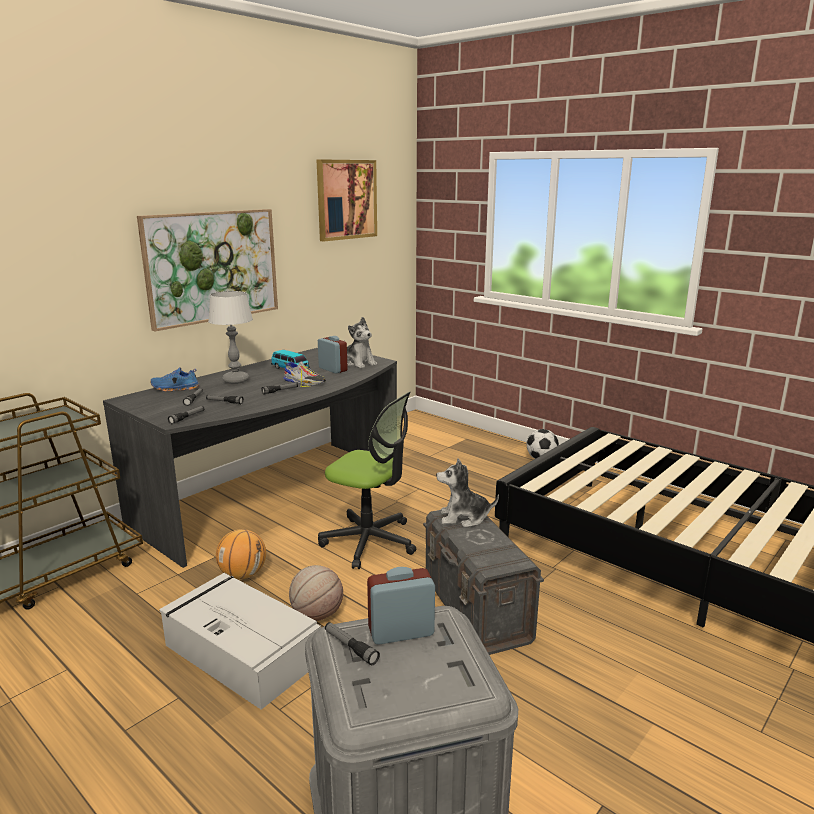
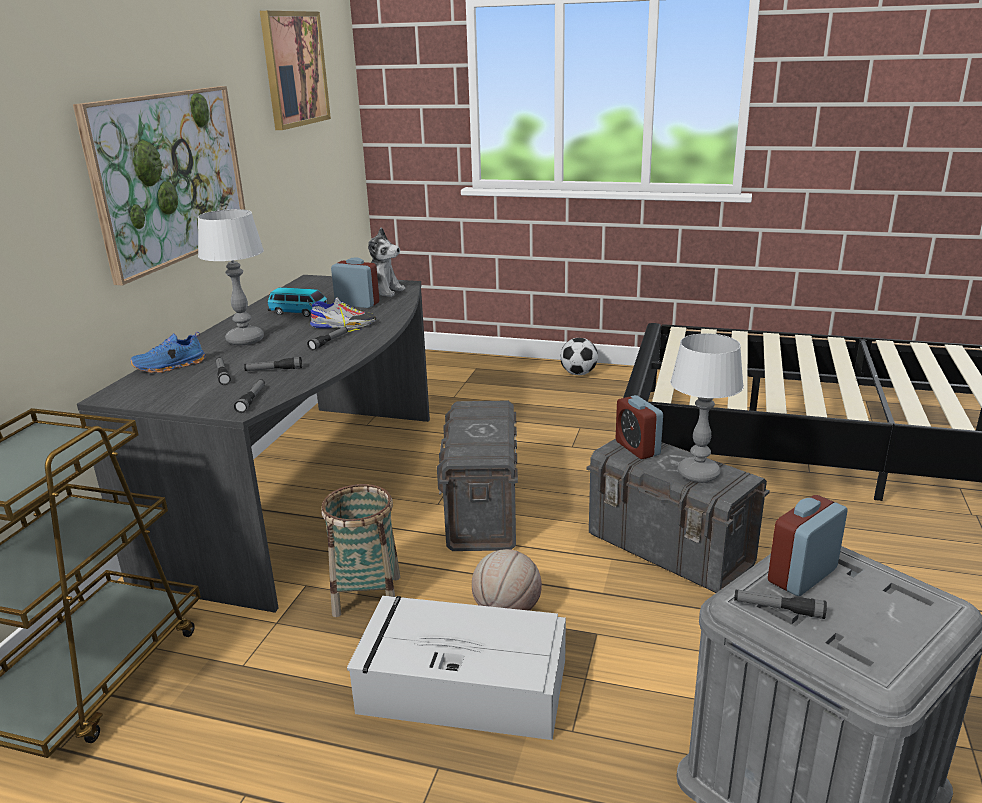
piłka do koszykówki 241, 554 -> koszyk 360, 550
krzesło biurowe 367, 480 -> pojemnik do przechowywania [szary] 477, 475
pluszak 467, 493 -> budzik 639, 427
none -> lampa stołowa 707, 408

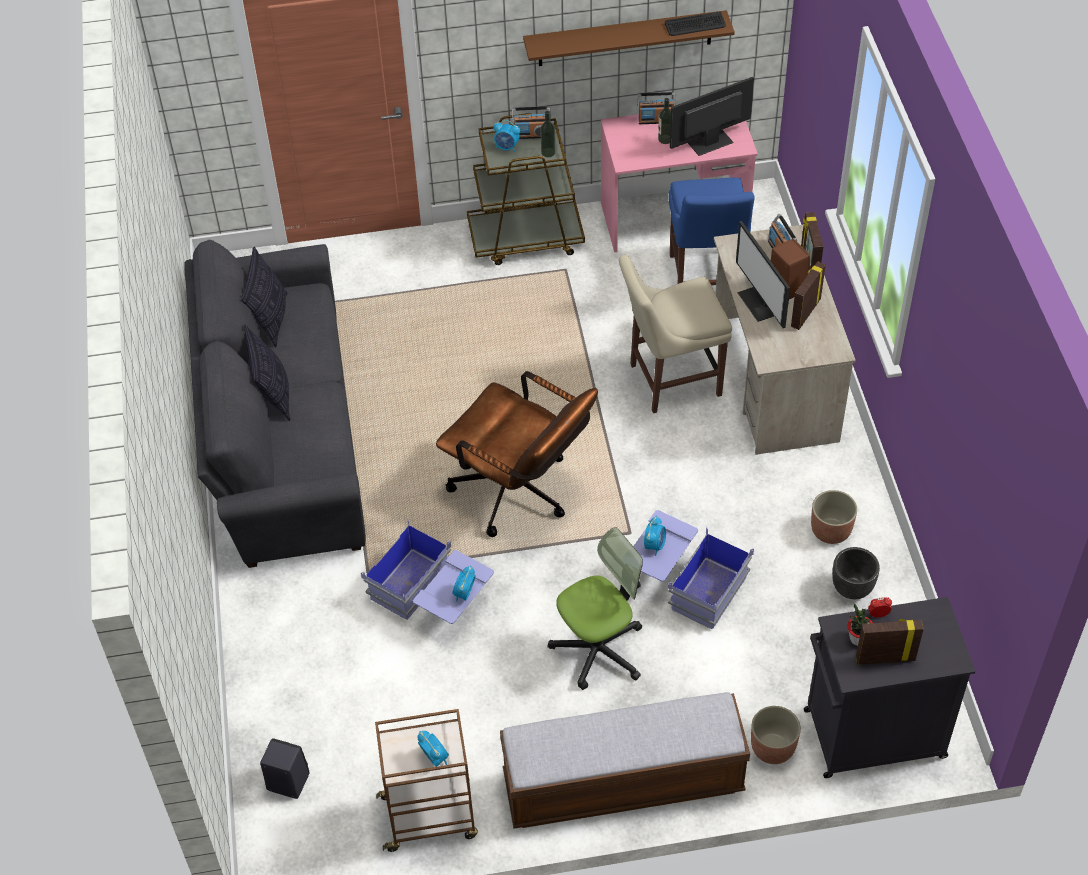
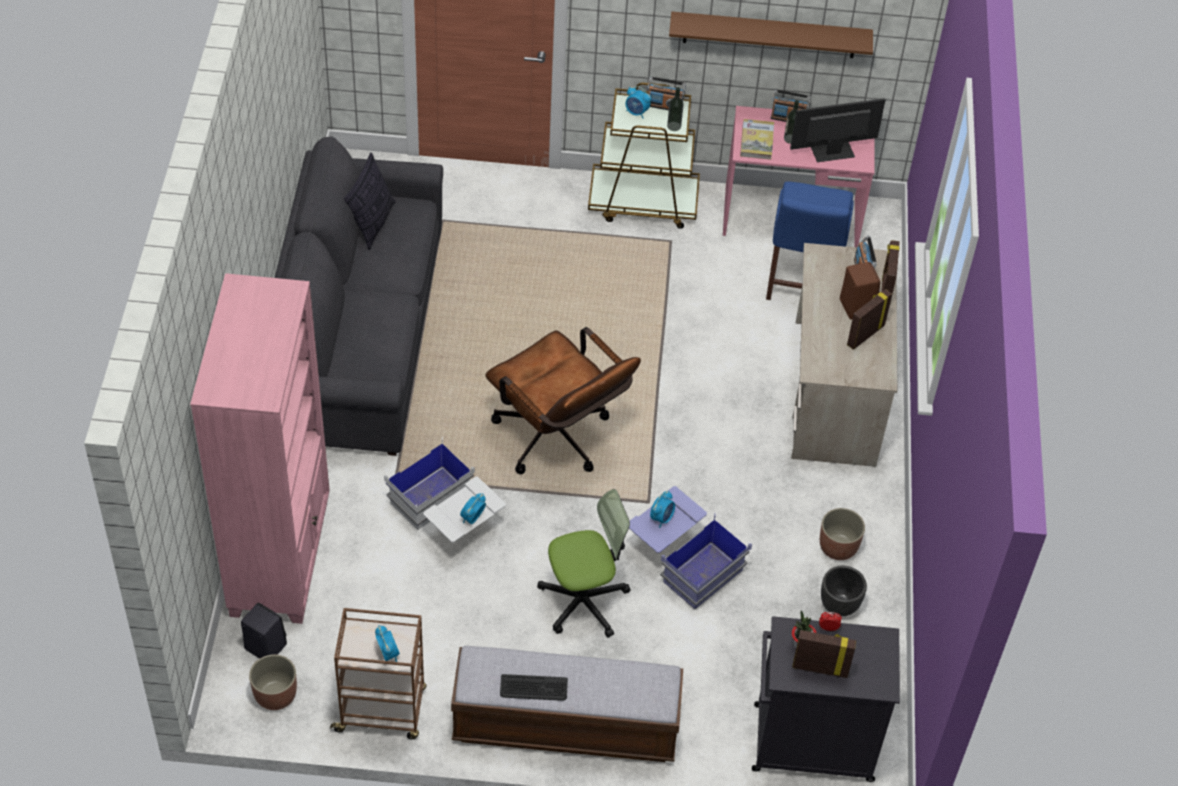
none -> regał [różowy] 260, 448
donica 776, 735 -> donica 273, 682, relocated
pojemnik do przechowywania [niebieski] 427, 571 -> pojemnik do przechowywania [biały] 445, 489
klawiatura 695, 24 -> klawiatura 534, 687, relocated
none -> książka 757, 139
poduszka 267, 373 -> none
krzesło [beżowy] 675, 334 -> none
monitor 763, 274 -> none

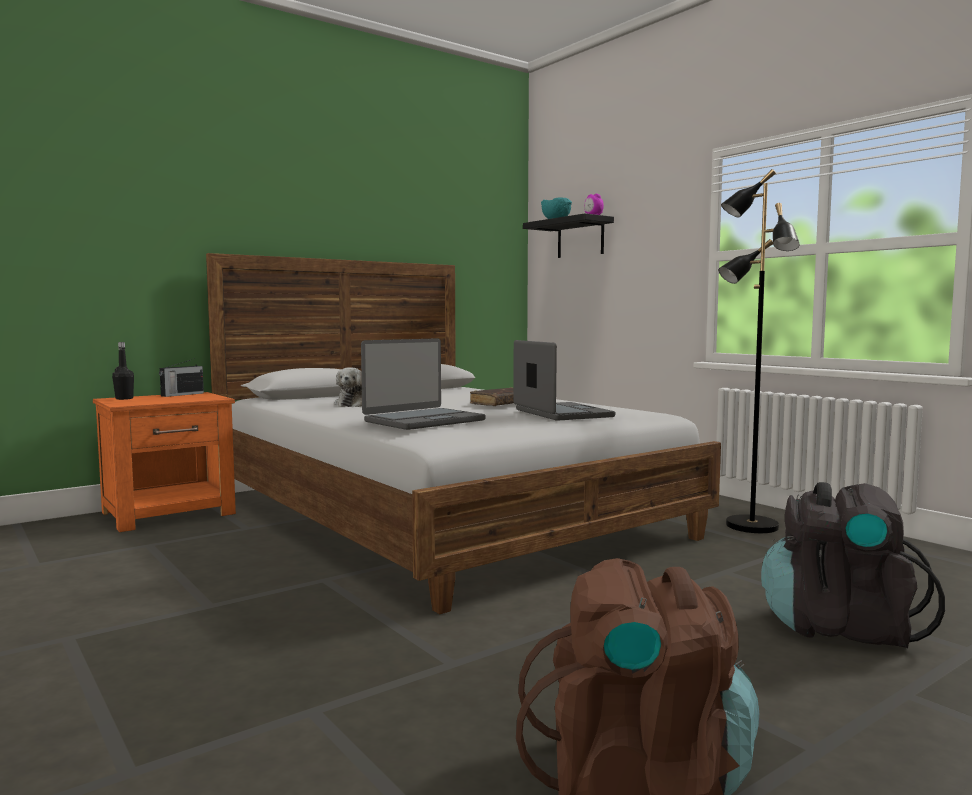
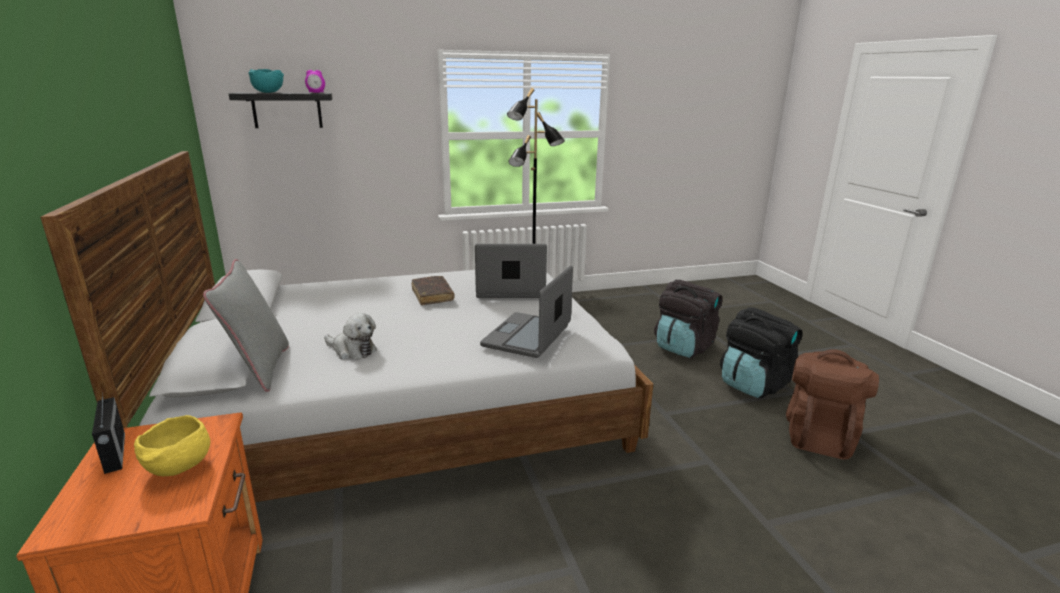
none -> miska [żółty] 172, 445
none -> poduszka [szary] 246, 325
laptop 423, 384 -> laptop 526, 312, 135 degrees counterclockwise
none -> plecak [czarny] 761, 352
butelka [czarny] 123, 371 -> none

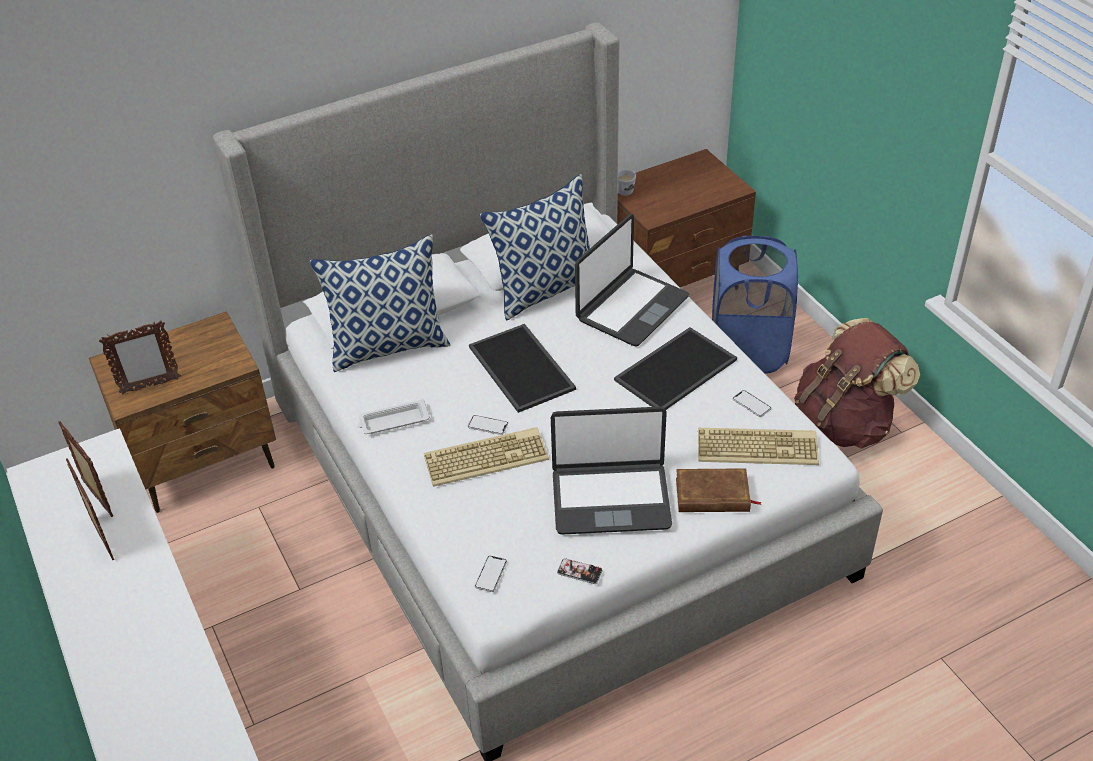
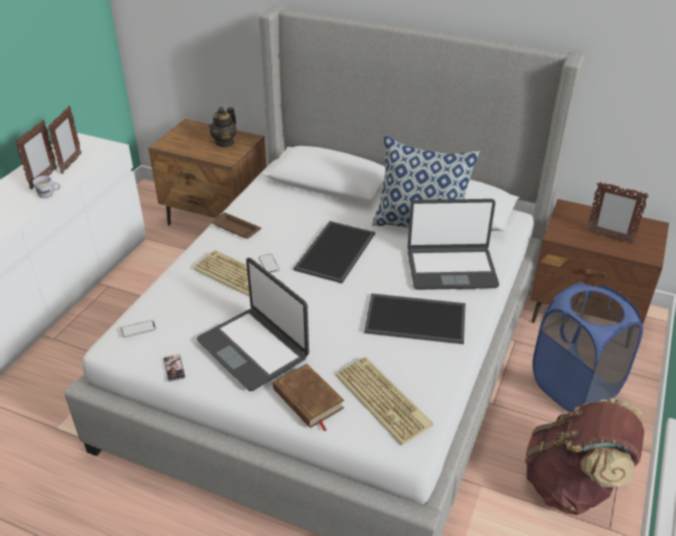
kubek [biały] 627, 183 -> kubek [biały] 47, 187, relocated
none -> imbryk 222, 127
taca [biały] 394, 416 -> taca [brązowy] 236, 226
ramka na zdjęcie 140, 357 -> ramka na zdjęcie 618, 213, relocated
poduszka 380, 303 -> none
telefon 752, 403 -> none

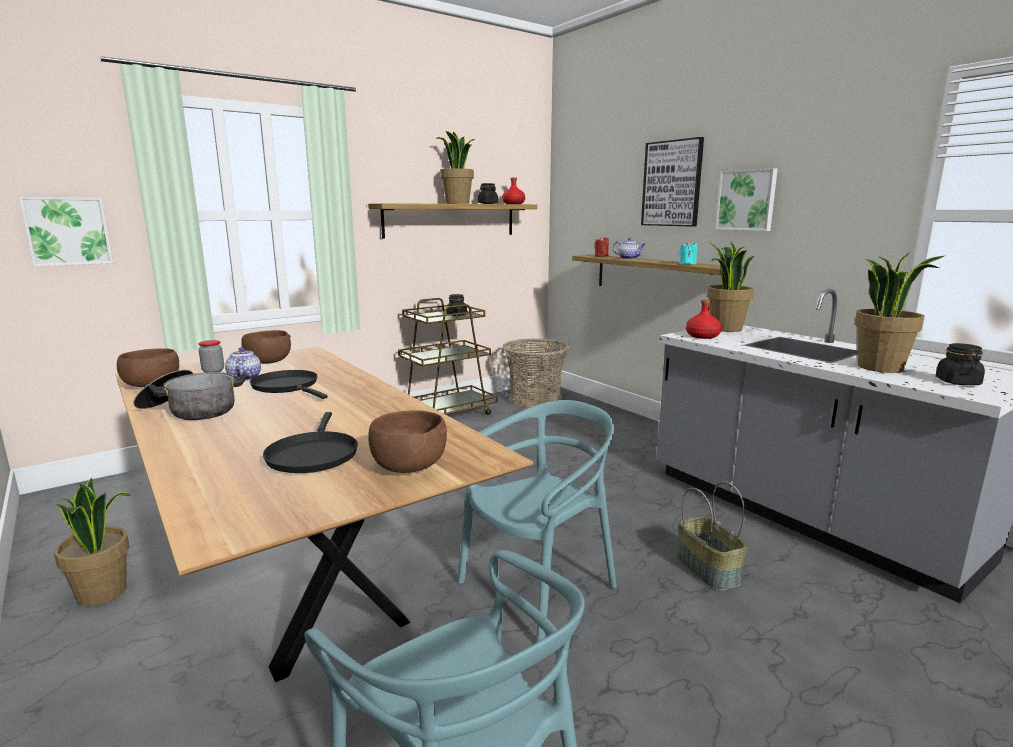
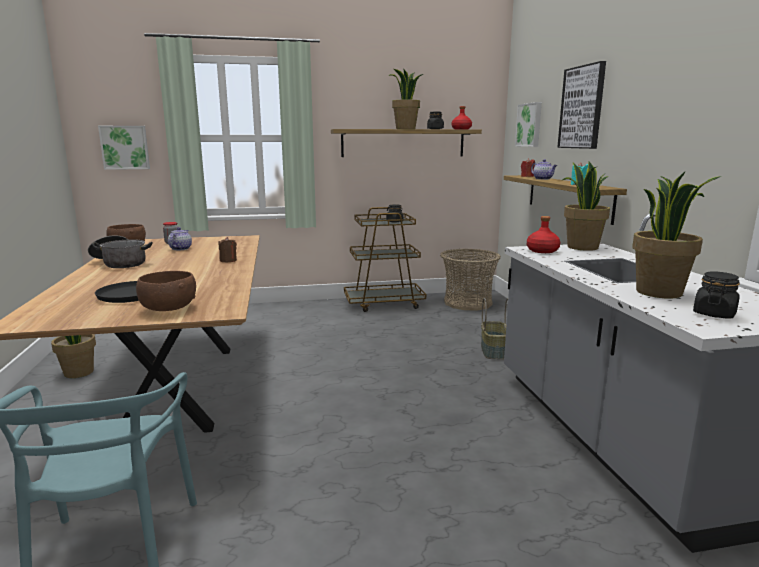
none -> świeca [brązowy] 227, 250
koszyk 712, 536 -> koszyk 494, 328, relocated
obraz 746, 199 -> obraz 528, 124, relocated
miska [brązowy] 266, 347 -> none
patelnia [czarny] 288, 384 -> none
krzesło [turkusowy] 537, 521 -> none

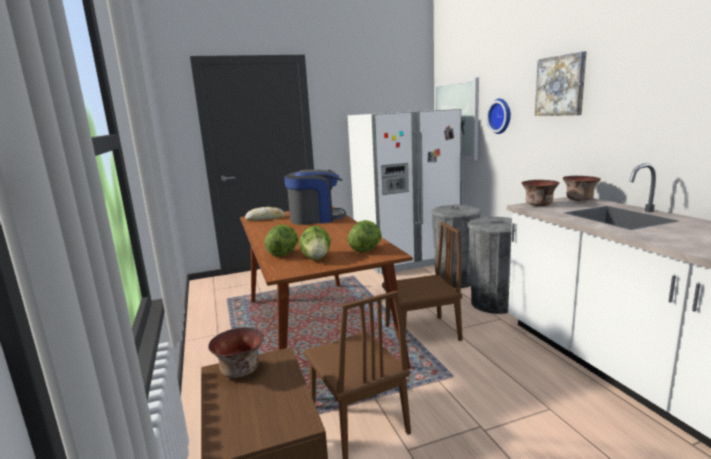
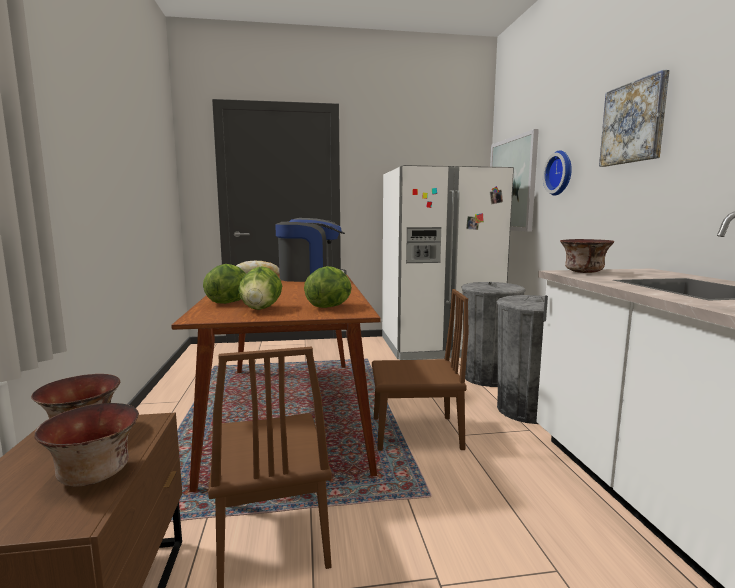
miska 582, 188 -> miska 86, 444, relocated

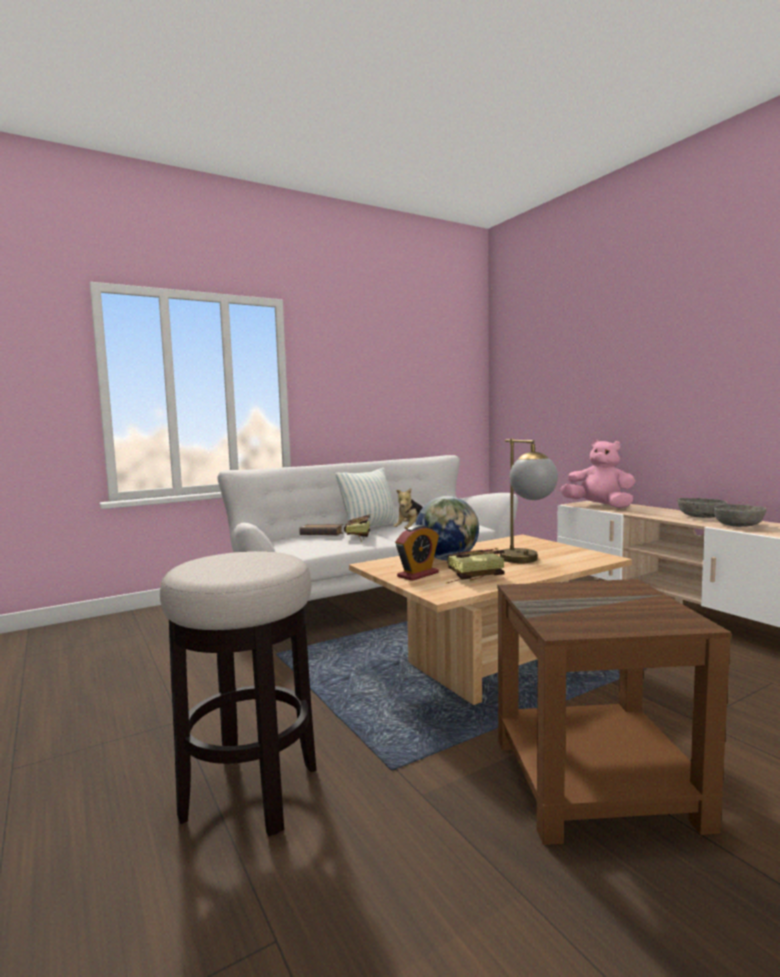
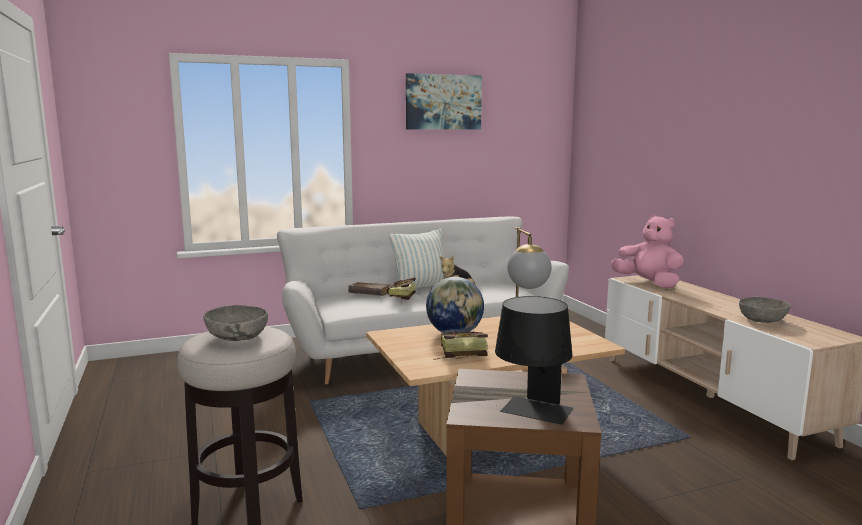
miska [szary] 702, 508 -> miska [szary] 235, 323, relocated
none -> obraz 444, 101
none -> lampa stołowa [czarny] 534, 360
budzik 417, 553 -> none

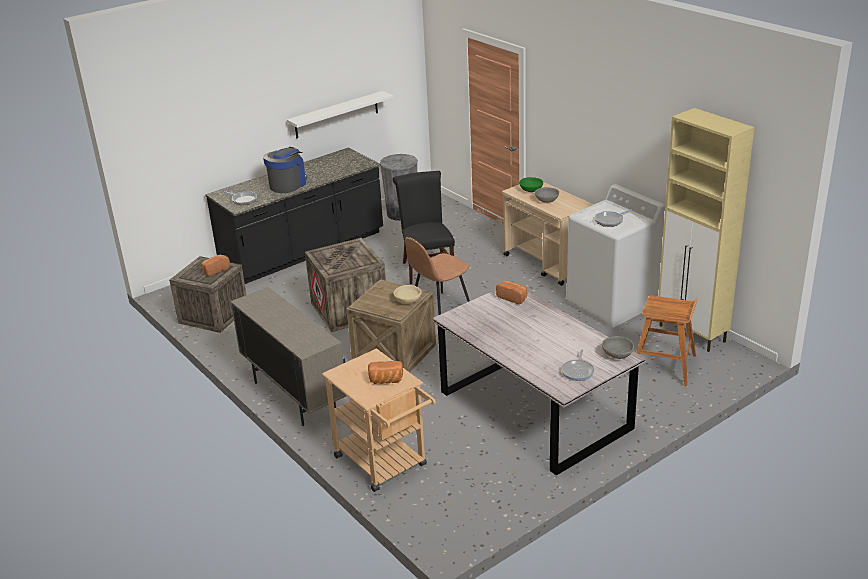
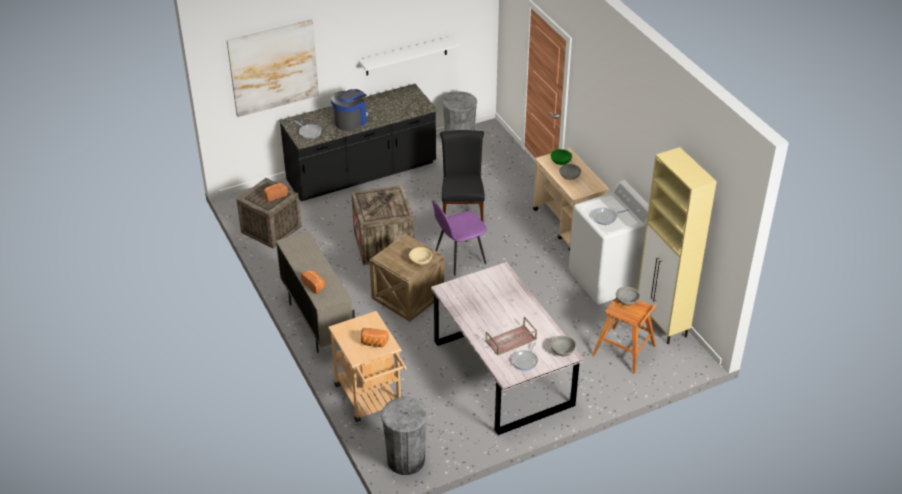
none -> obraz 272, 68
chleb 511, 292 -> chleb 313, 282, relocated
none -> kosz na śmieci [szary] 404, 436
krzesło [brązowy] 437, 276 -> krzesło [fioletowy] 459, 237
none -> taca [brązowy] 511, 336
none -> miska [szary] 628, 296

